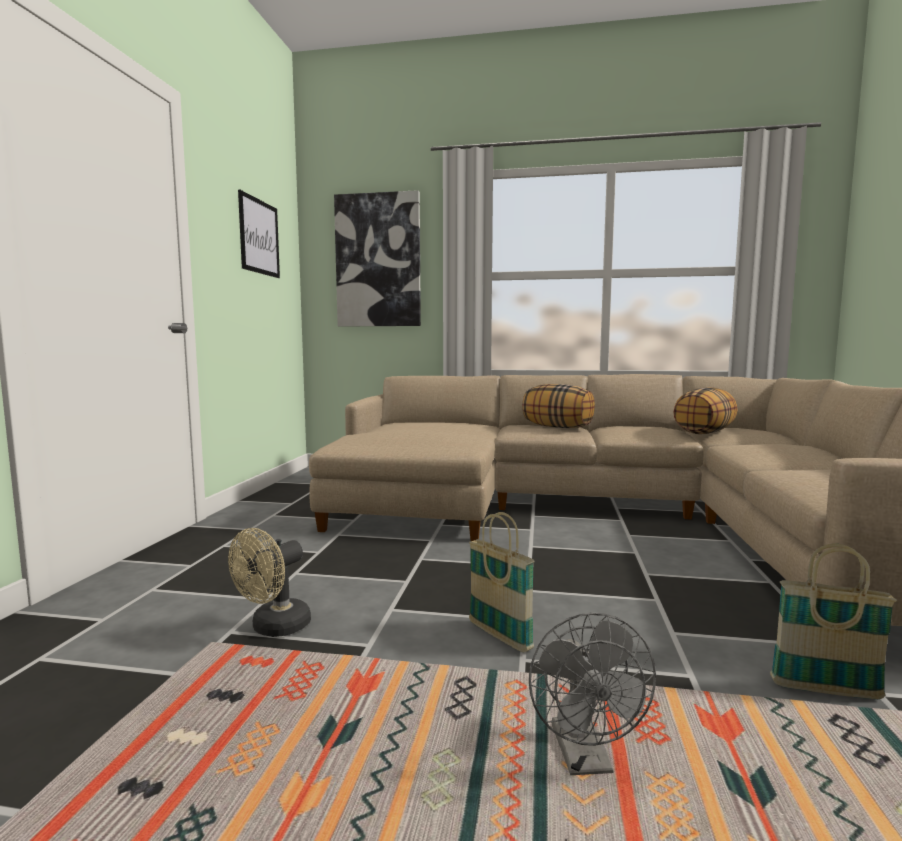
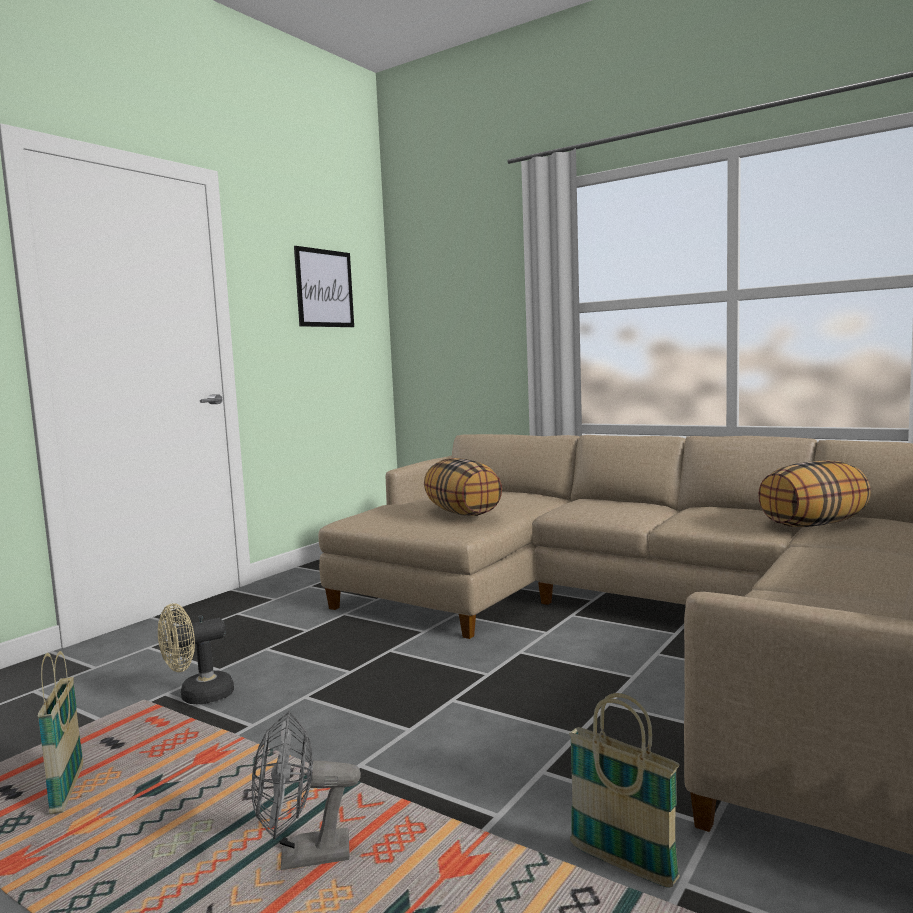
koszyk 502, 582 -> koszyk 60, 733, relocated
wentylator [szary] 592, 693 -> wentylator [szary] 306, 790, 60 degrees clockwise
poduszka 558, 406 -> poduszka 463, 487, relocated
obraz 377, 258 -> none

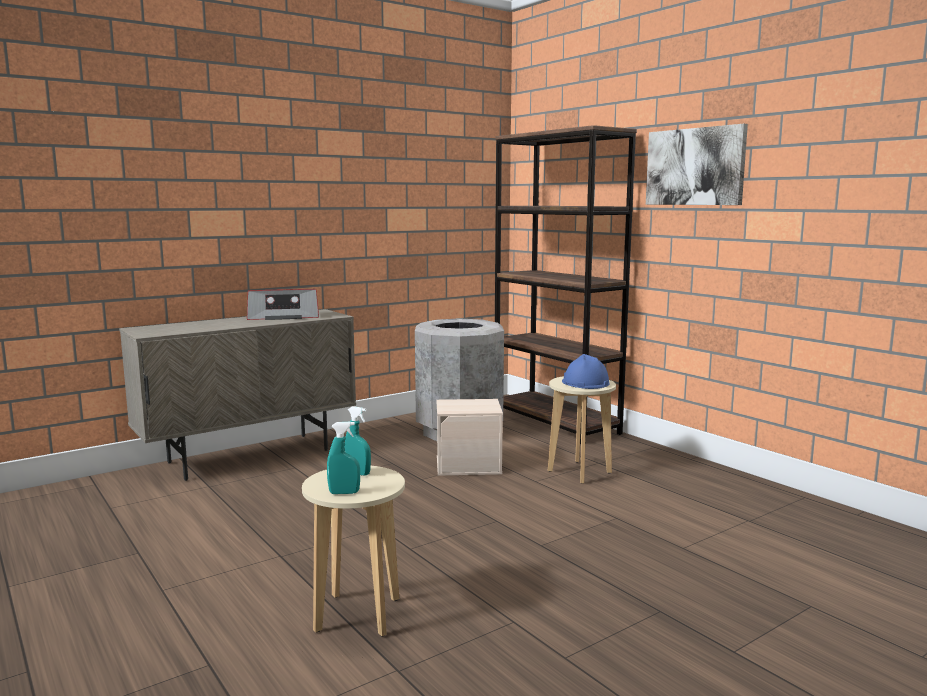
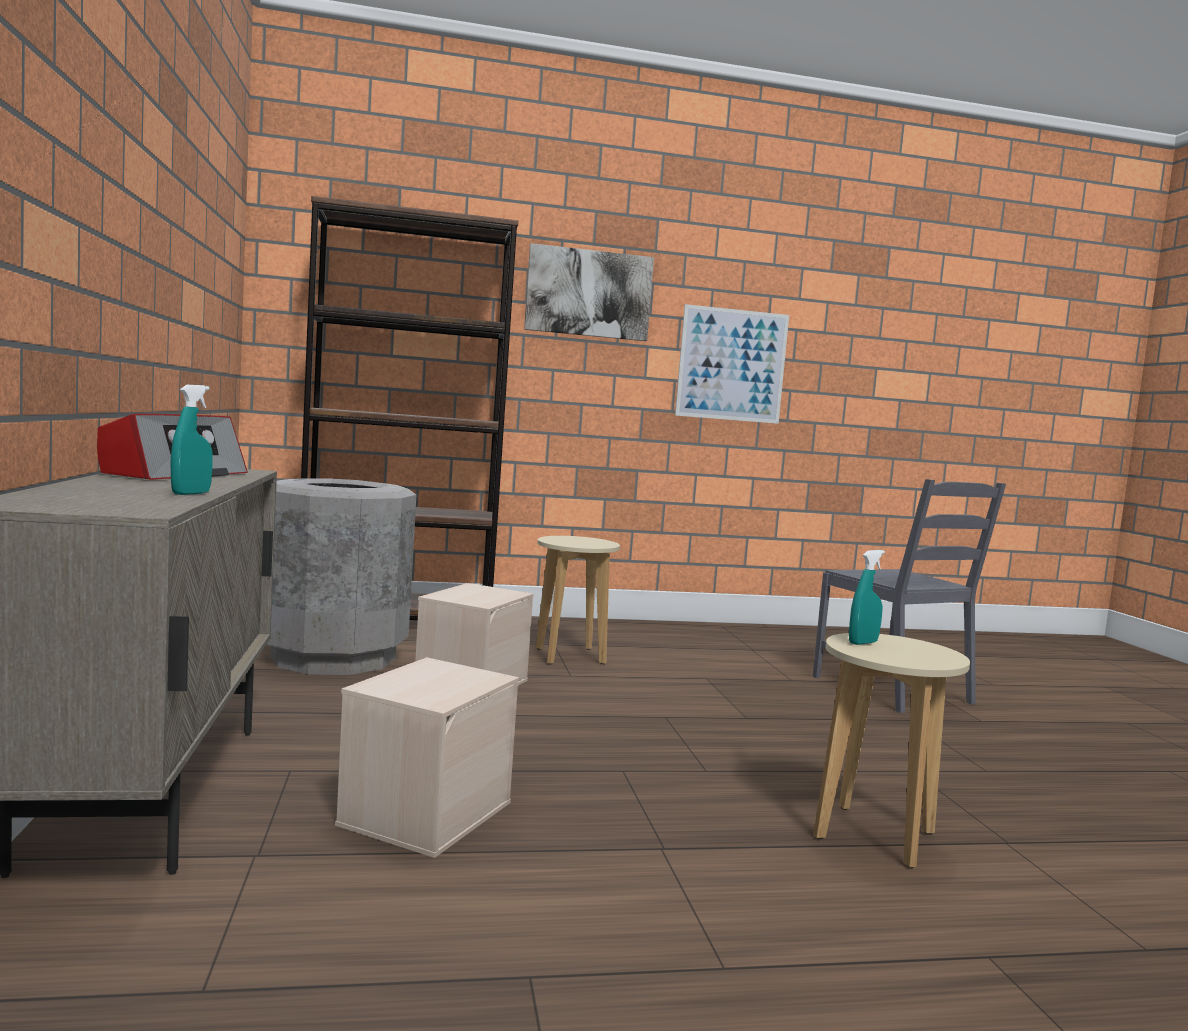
spryskiwacz [turkusowy] 343, 457 -> spryskiwacz [turkusowy] 191, 440, relocated
none -> pojemnik do przechowywania [beżowy] 427, 757
none -> obraz 732, 364
none -> krzesło [szary] 909, 596
kask [niebieski] 586, 371 -> none

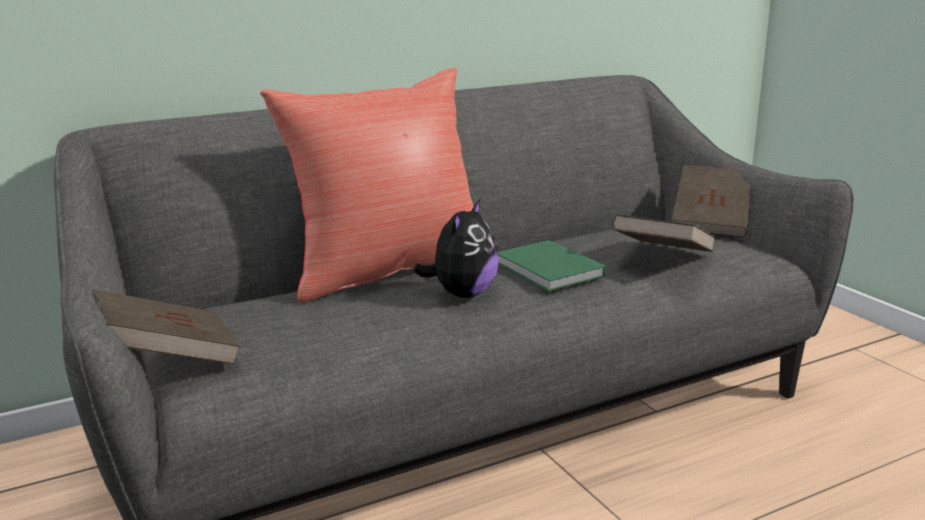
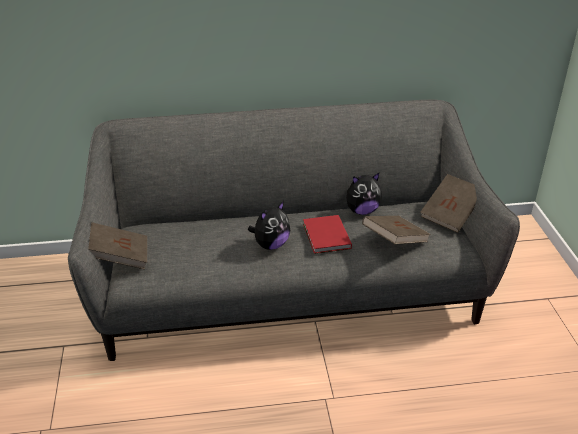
książka [zielony] 552, 266 -> książka [czerwony] 327, 234
none -> pluszak 364, 194
poduszka [czerwony] 367, 185 -> none

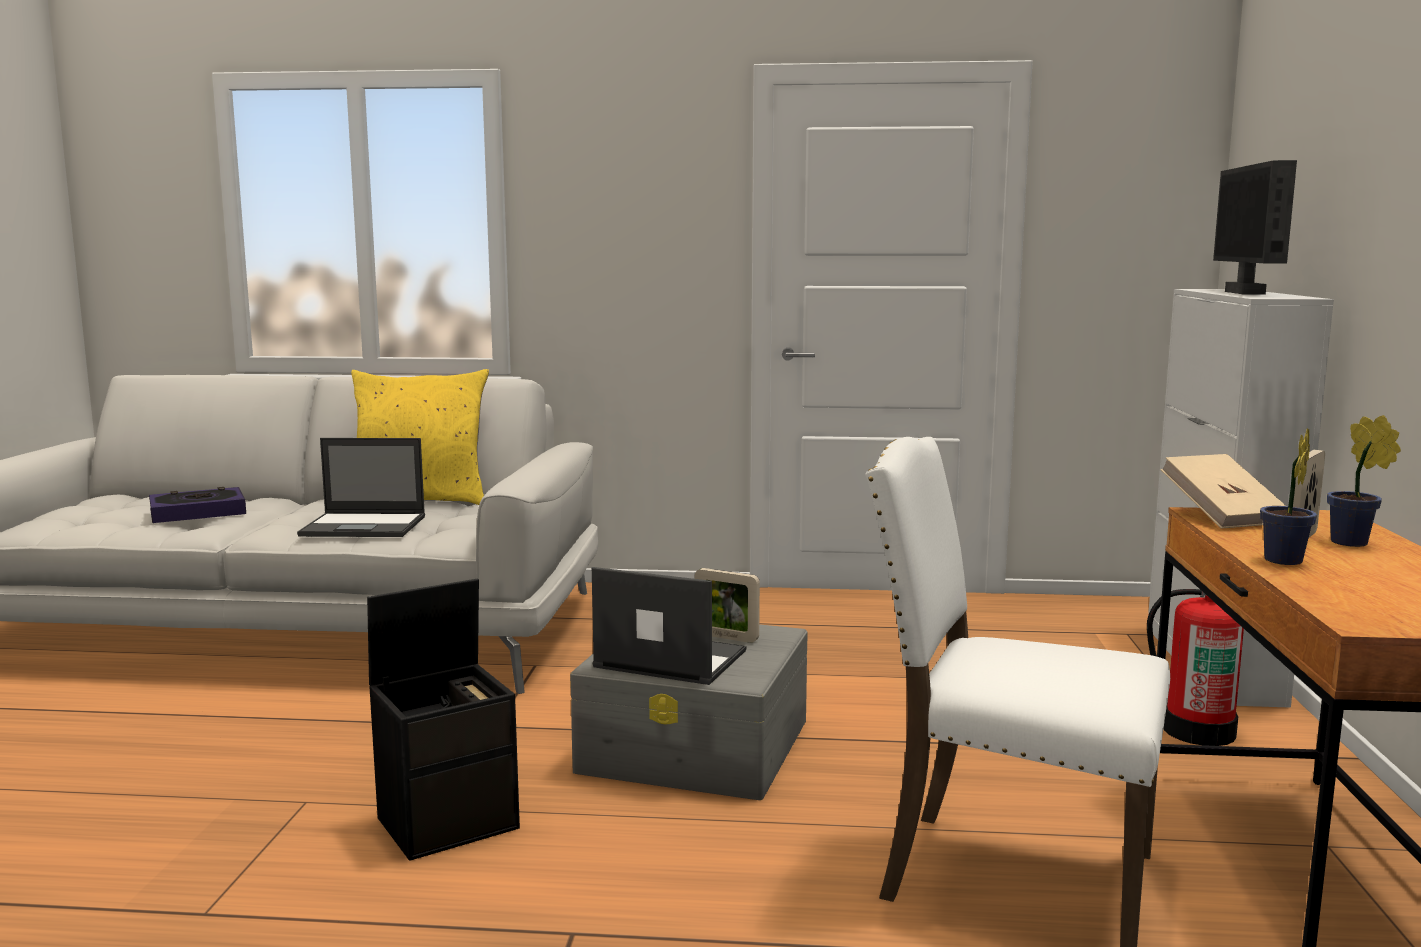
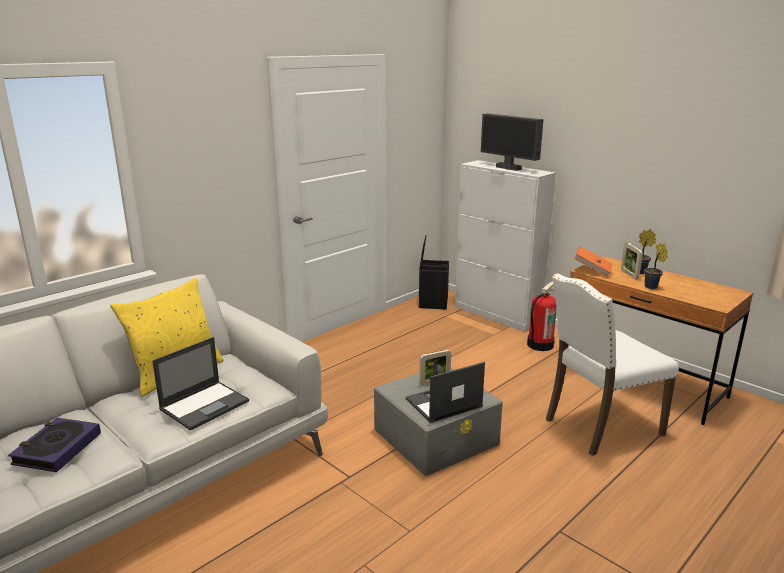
pojemnik do przechowywania [czarny] 443, 720 -> pojemnik do przechowywania [czarny] 434, 272, relocated
książka [beżowy] 1223, 491 -> książka [pomarańczowy] 593, 261

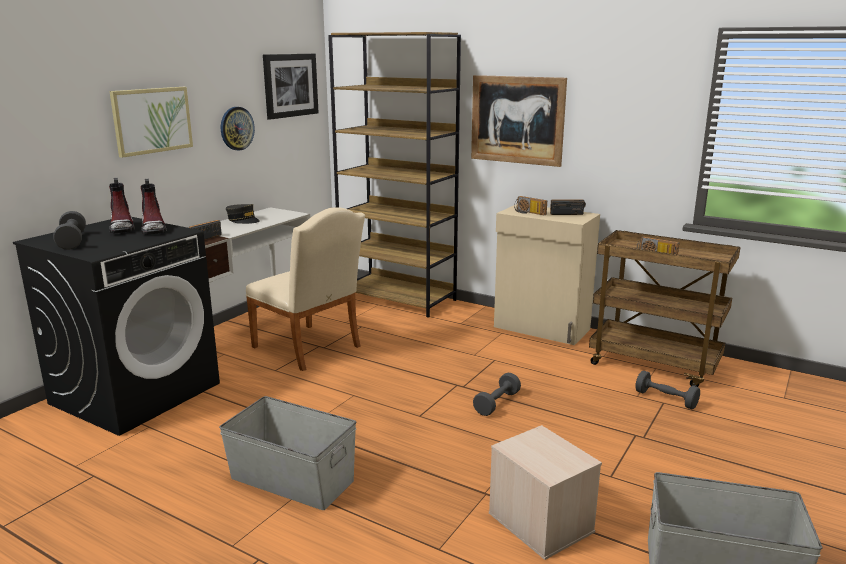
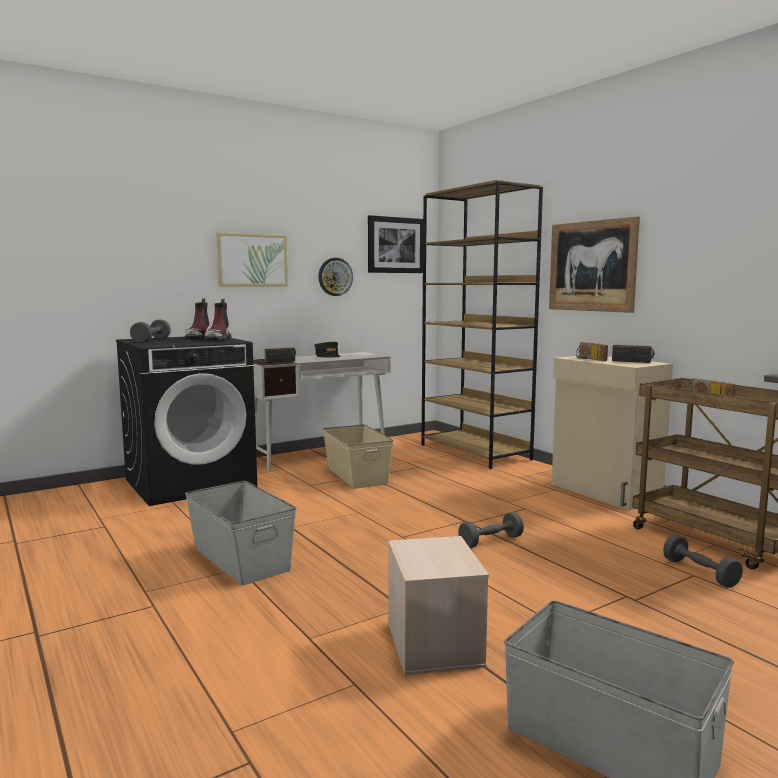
krzesło [beżowy] 305, 289 -> pojemnik do przechowywania [beżowy] 358, 456

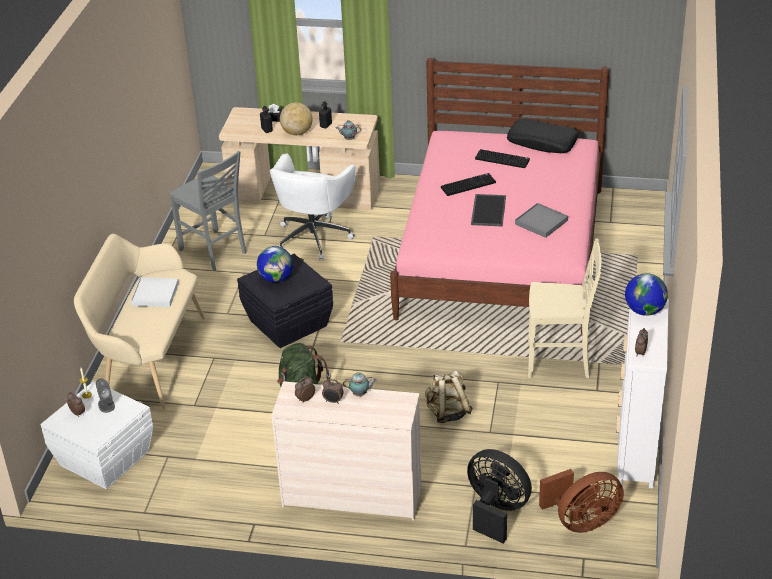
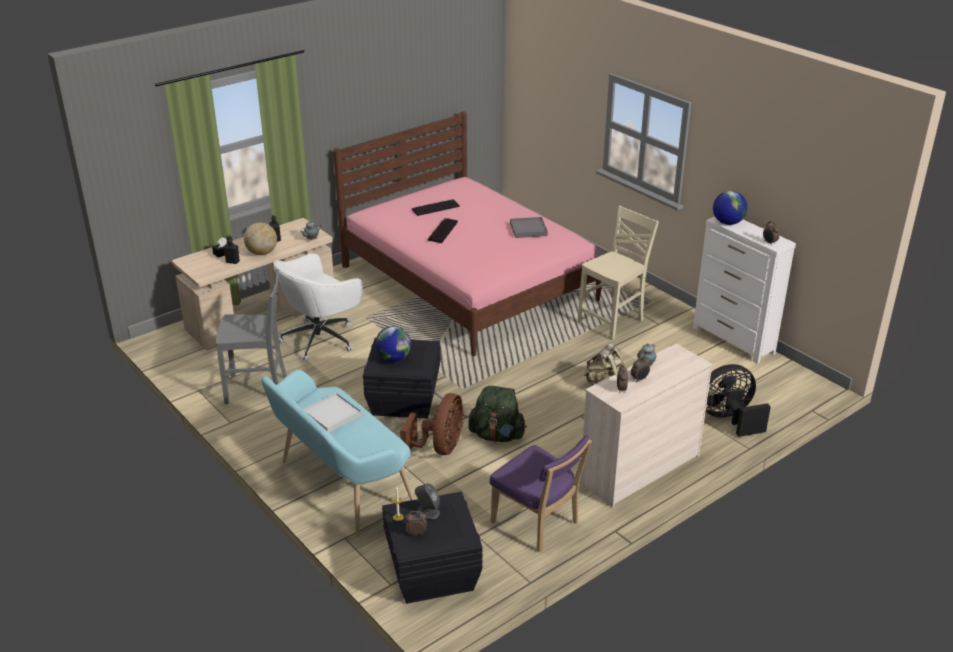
ławka [beżowy] 139, 322 -> ławka [turkusowy] 338, 453
krzesło biurowe [biały] 313, 206 -> krzesło biurowe [biały] 318, 307, 75 degrees clockwise
pojemnik do przechowywania [biały] 97, 435 -> pojemnik do przechowywania [czarny] 432, 548
wentylator [brązowy] 581, 501 -> wentylator [brązowy] 431, 424, relocated
none -> krzesło [fioletowy] 540, 493
taca 488, 210 -> none
poduszka [czarny] 542, 136 -> none

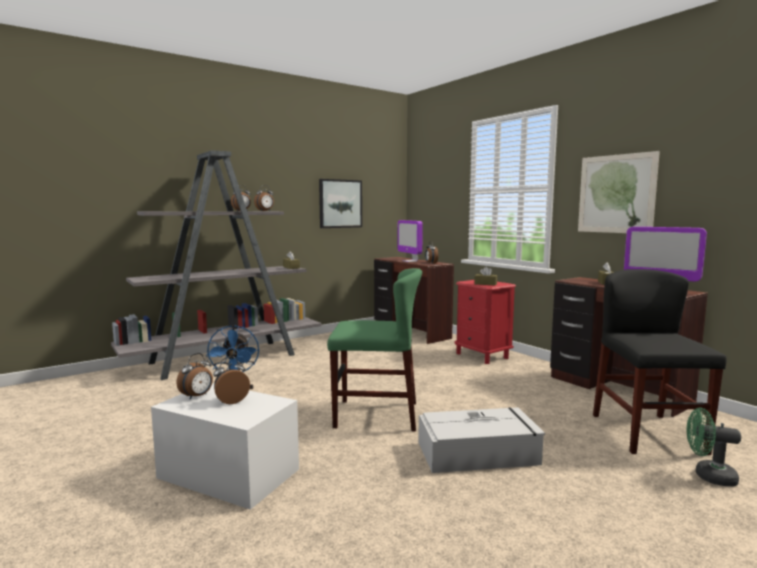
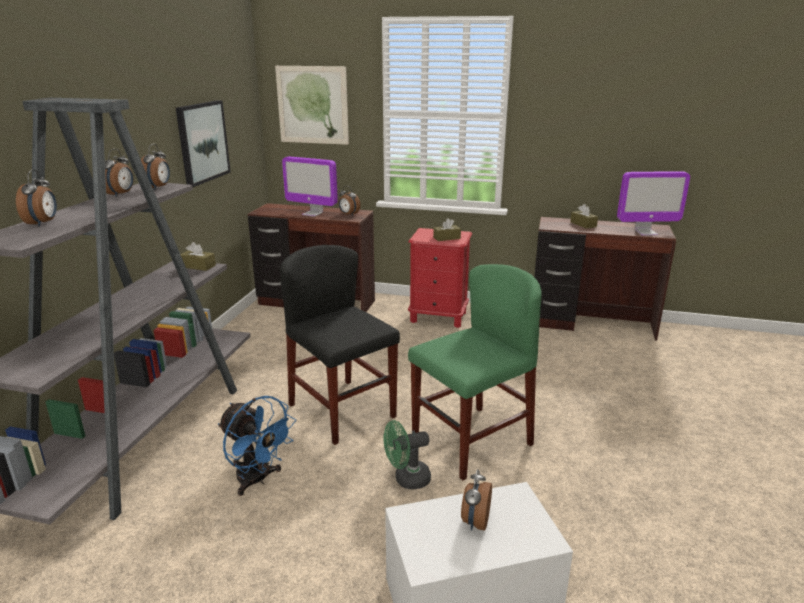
budzik 194, 376 -> budzik 36, 198, relocated
obraz 619, 192 -> obraz 312, 105, relocated
krzesło [czarny] 660, 362 -> krzesło [czarny] 340, 345, relocated
wentylator [zielony] 714, 447 -> wentylator [zielony] 407, 455, relocated
pojemnik do przechowywania [szary] 481, 440 -> none

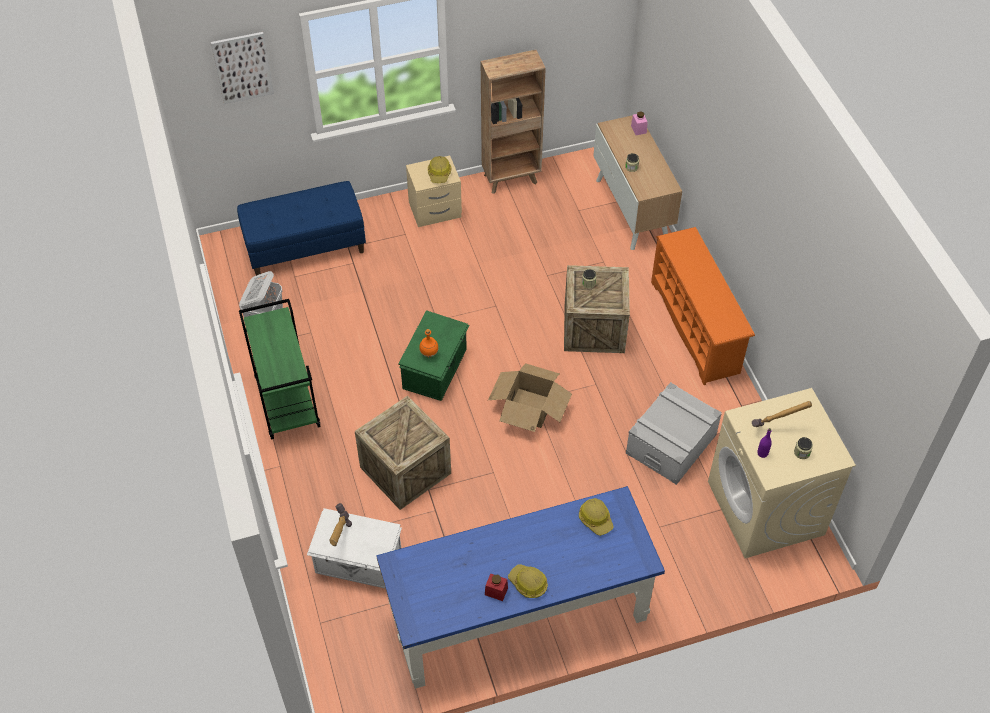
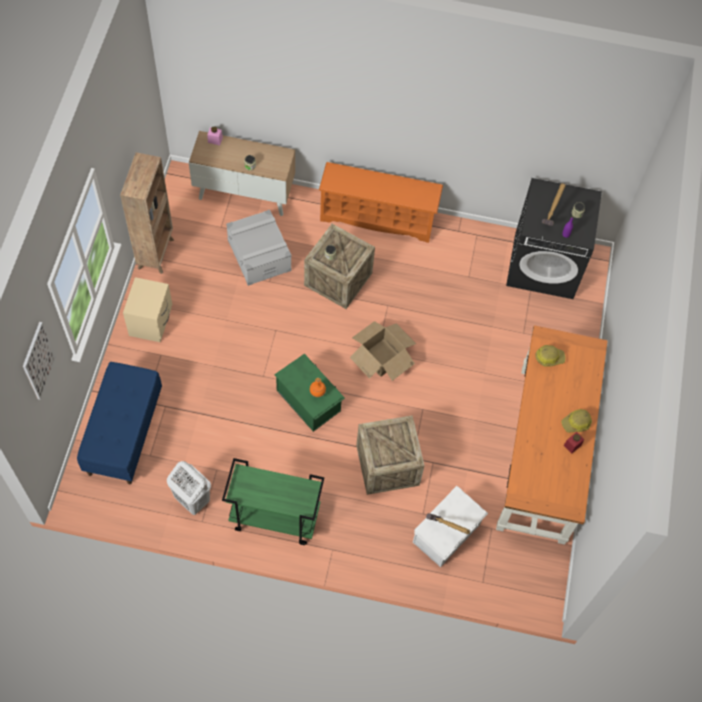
pojemnik do przechowywania [szary] 674, 433 -> pojemnik do przechowywania [szary] 258, 248, relocated
biurko [niebieski] 520, 587 -> biurko [pomarańczowy] 552, 435
pralka [beżowy] 782, 473 -> pralka [czarny] 554, 238
kask 440, 169 -> none

